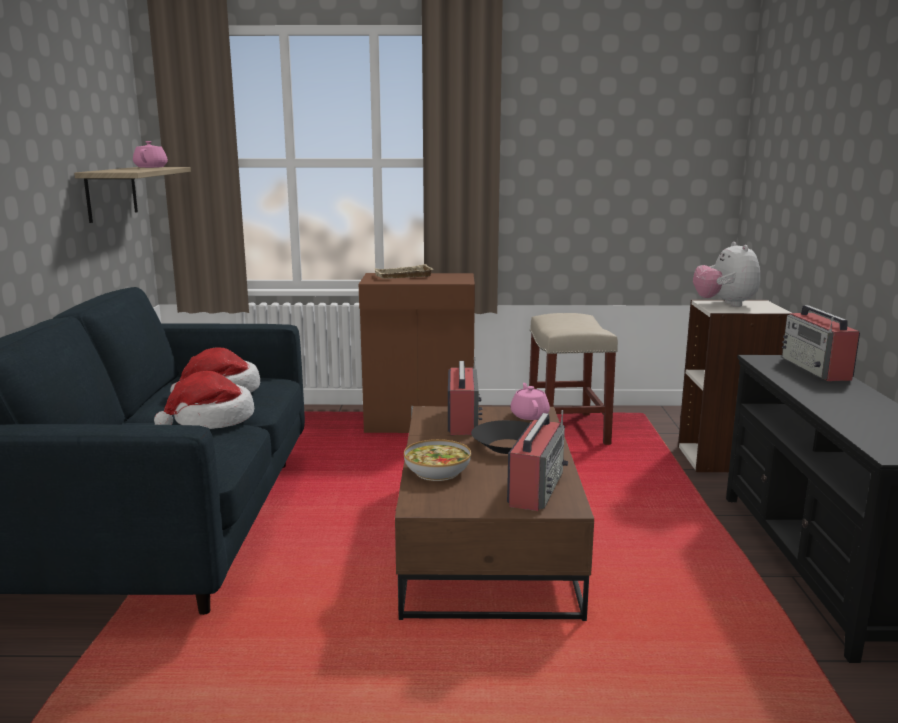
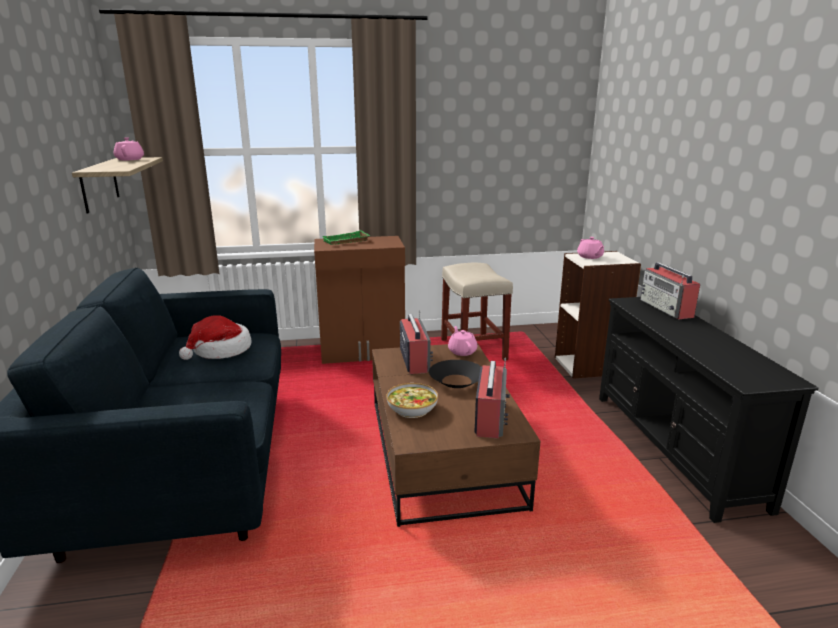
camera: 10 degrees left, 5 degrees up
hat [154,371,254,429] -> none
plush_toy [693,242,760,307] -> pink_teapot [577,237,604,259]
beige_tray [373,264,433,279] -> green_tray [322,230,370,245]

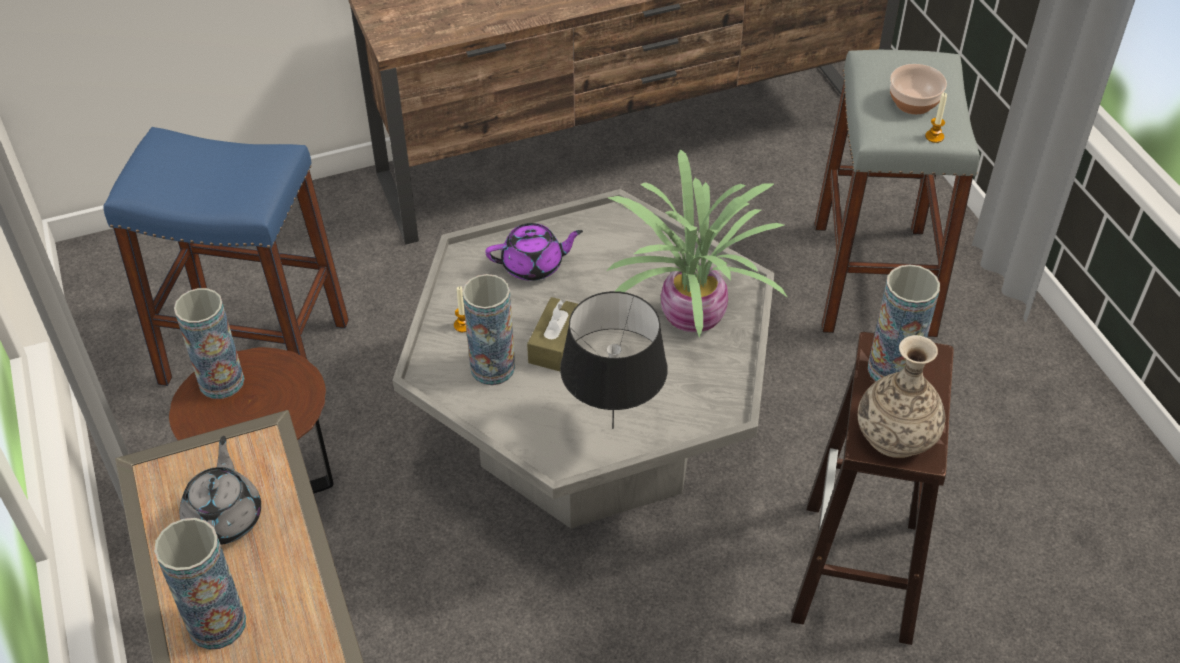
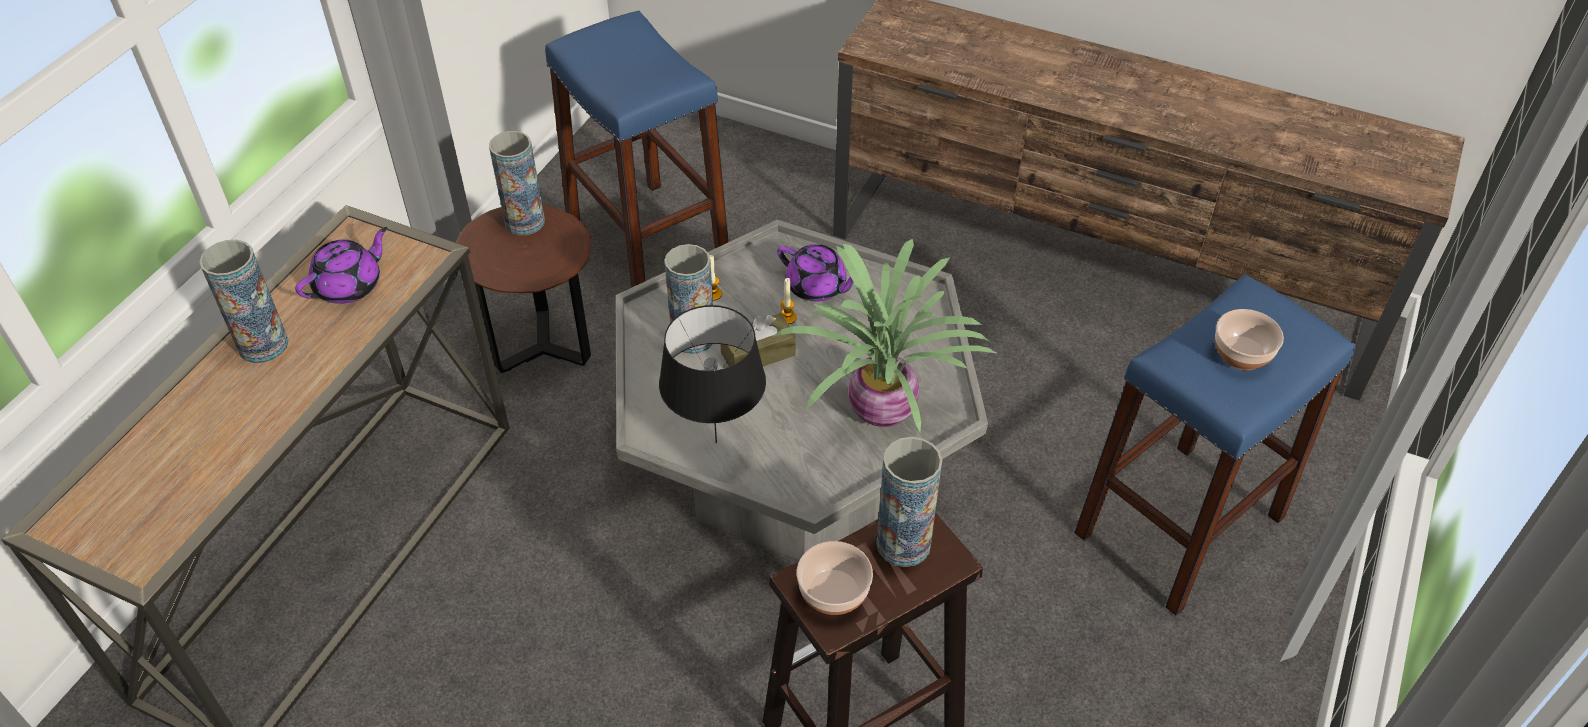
camera: 45 degrees right, 0 degrees up
candle [925,93,947,143] -> candle [780,278,797,324], shifted
vase [858,335,945,458] -> bowl [797,541,873,615]
grey_teapot [180,436,261,545] -> purple_teapot [295,227,387,304]
grey_stool [814,50,980,337] -> blue_stool [1074,274,1355,616]

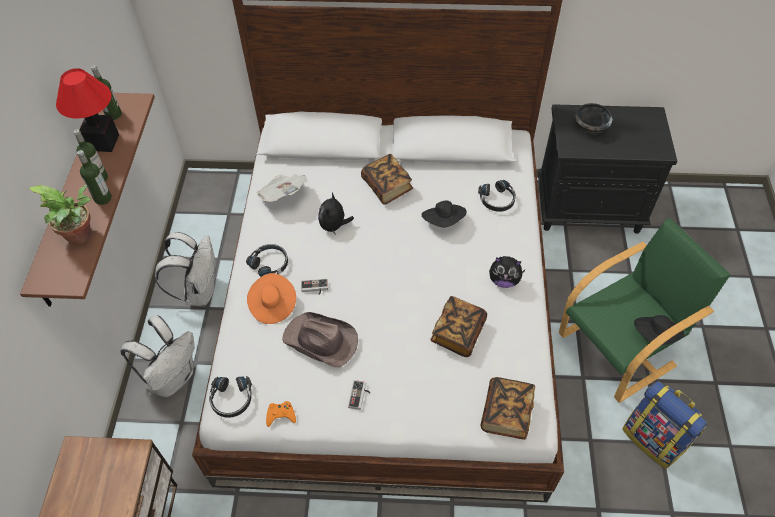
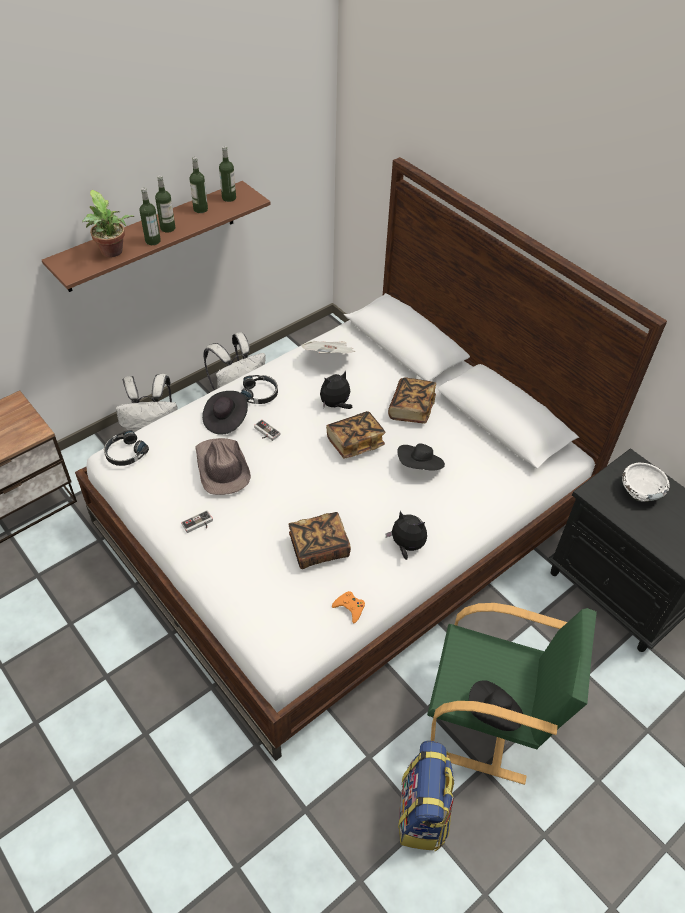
camera: 45 degrees right, 5 degrees down
black_headphones [478,180,516,212] -> none
orange_game_controller [266,401,296,427] -> orange_game_controller [332,591,365,623], shifted
book [481,377,535,440] -> book [326,411,386,459], shifted
table_lamp [56,68,119,152] -> bottle [189,157,208,213]
orange_hat [247,273,296,324] -> black_hat [202,391,248,435]
black_bowl [574,103,613,135] -> white_bowl [622,463,669,502]
plush_toy [489,256,526,288] -> plush_toy [385,511,427,560], 150 degrees clockwise

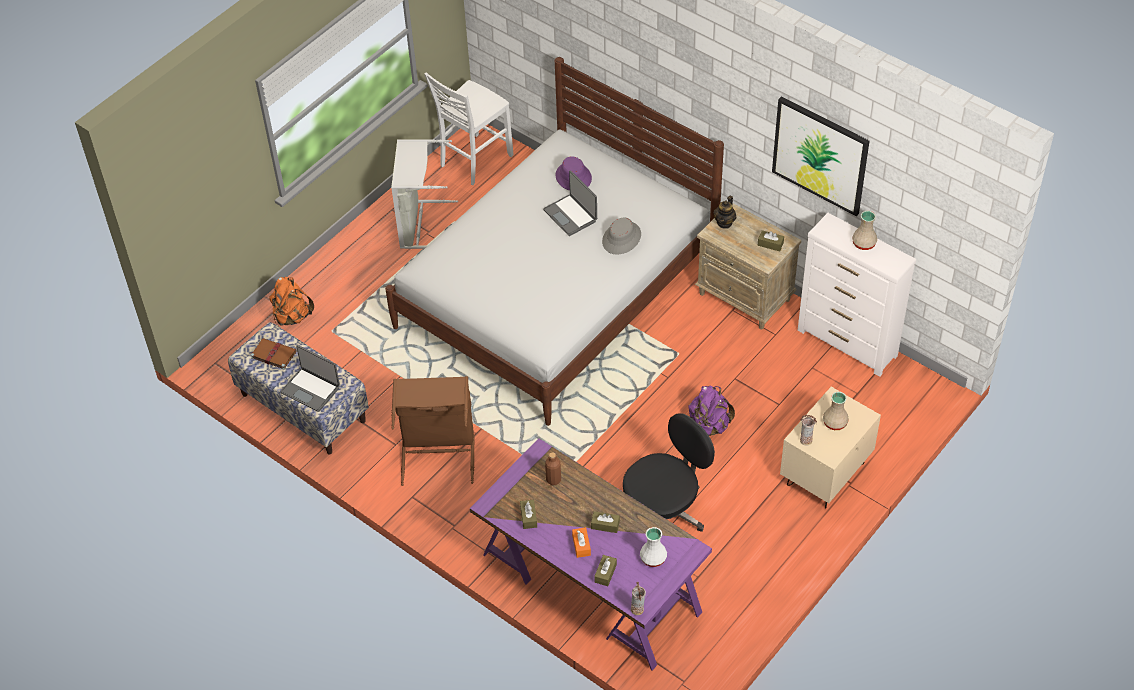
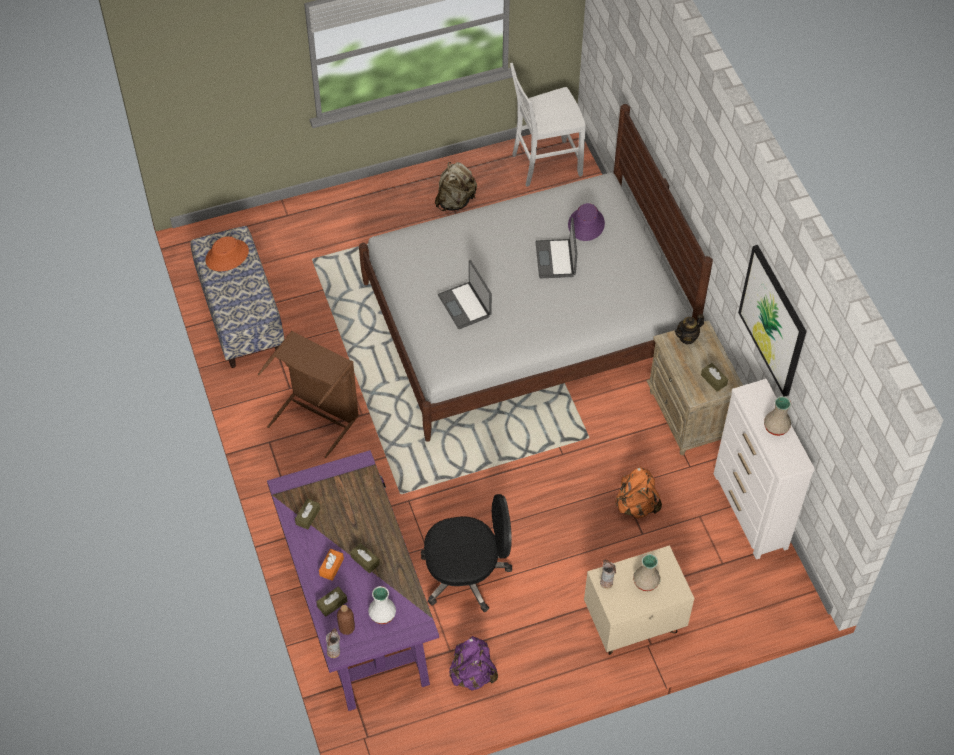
camera: 30 degrees right, 5 degrees up
grey_hat [602,218,641,255] -> none
orange_backpack [269,276,314,326] -> orange_backpack [615,466,662,519], shifted
laptop [280,345,340,412] -> laptop [438,260,492,329], shifted
brown_bottle [545,452,561,485] -> brown_bottle [337,605,355,635], shifted
purple_backpack [688,385,735,436] -> purple_backpack [449,636,498,691], shifted
brown_book [251,338,297,370] -> orange_hat [205,236,249,271]
grey_laundry_basket [391,139,458,249] -> beige_backpack [435,162,477,211]

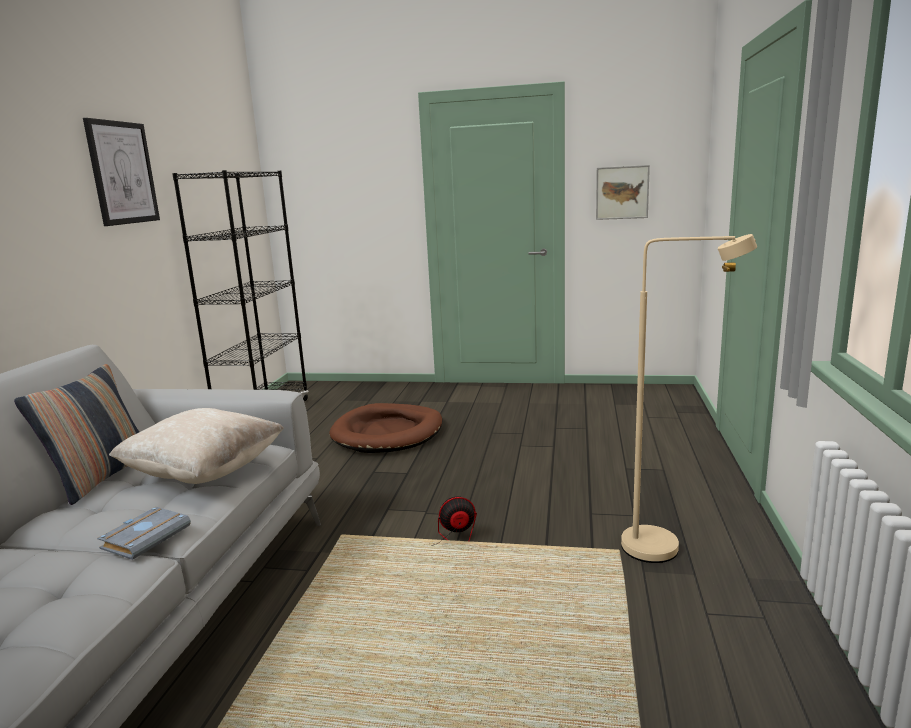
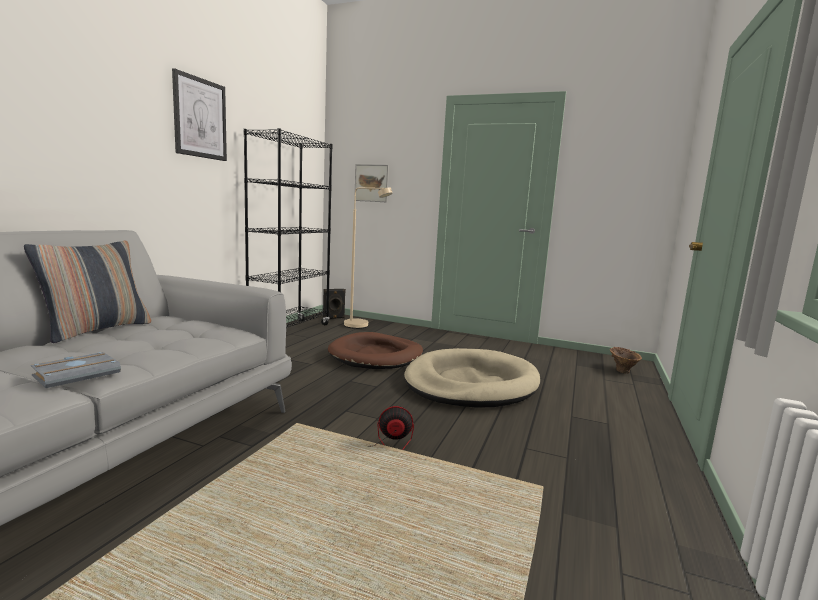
camera: 10 degrees right, 5 degrees down
beige_pillow [109,408,284,484] -> none
none -> black_speaker [323,289,346,319]
none -> beige_dog_bed [404,348,540,408]
none -> brown_vase [610,347,642,374]
picture [596,165,650,220] -> picture [354,164,389,202], shifted
beige_floor_lamp [621,234,757,563] -> beige_floor_lamp [344,187,392,329], shifted

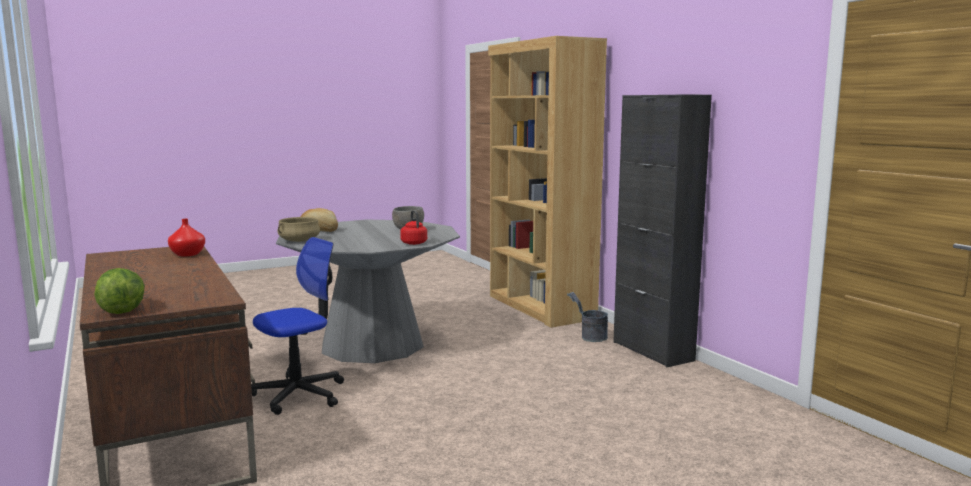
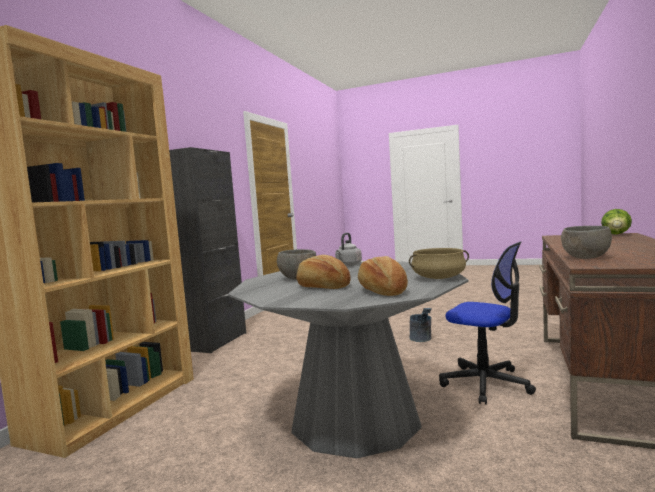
camera: 130 degrees left, 5 degrees down
none -> bread [296,255,351,289]
grey_bucket [567,292,608,342] -> grey_bucket [409,308,432,342], shifted
red_vase [168,219,205,257] -> grey_bowl [561,226,612,259]
red_kettle [400,210,427,245] -> grey_kettle [335,233,362,266]
office_chair [251,237,344,415] -> office_chair [439,241,536,405], 150 degrees counterclockwise

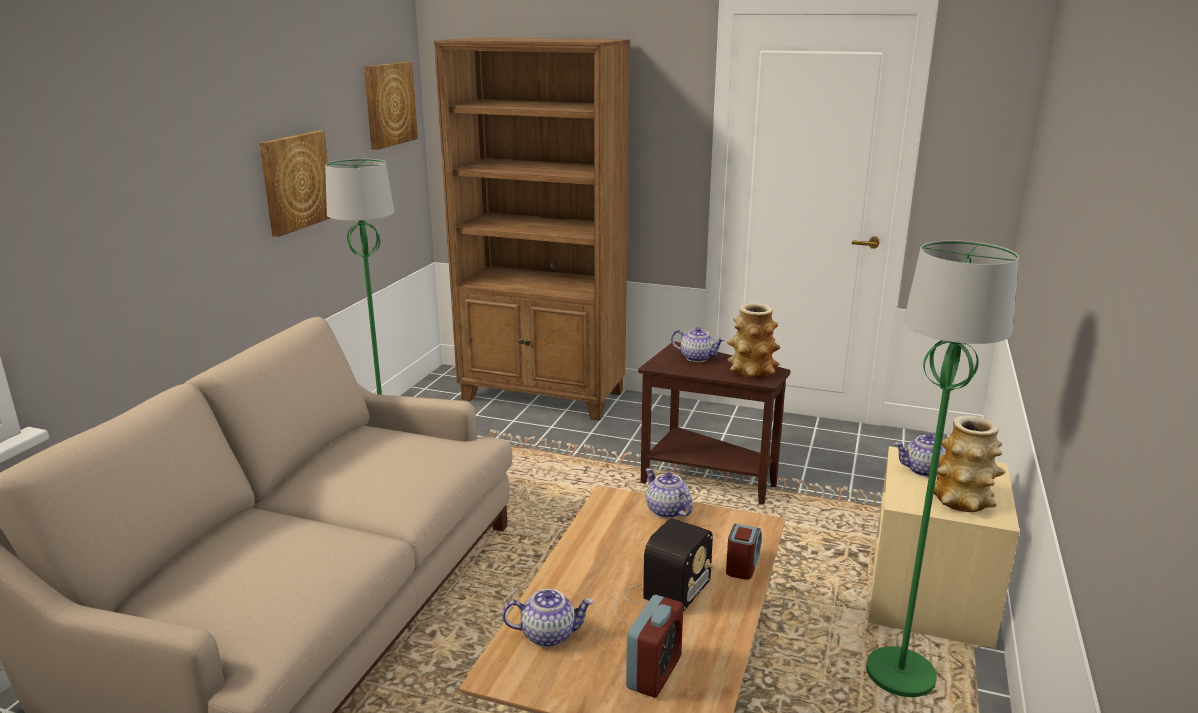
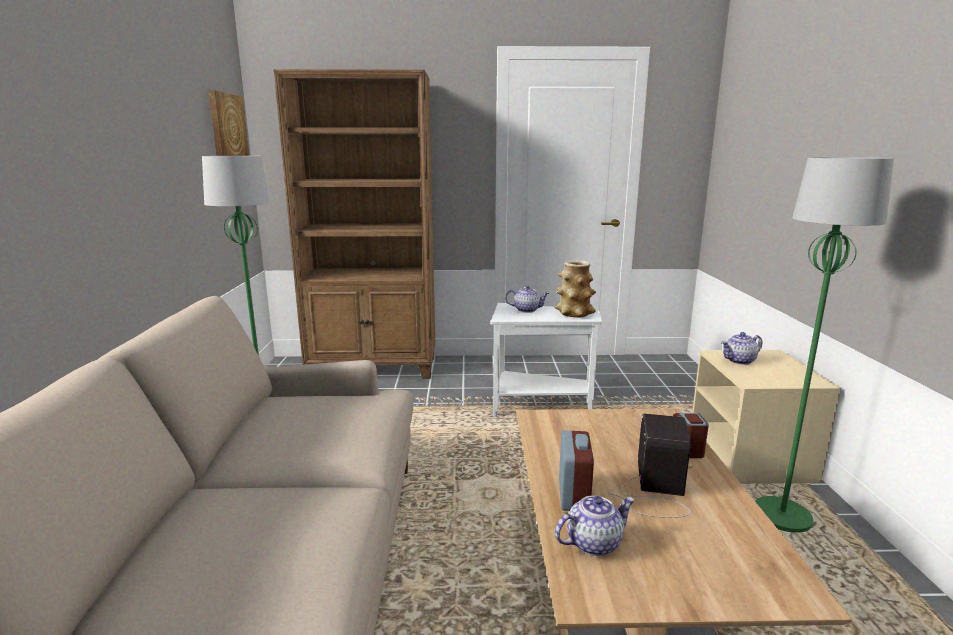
camera: 20 degrees left, 5 degrees down
picture [259,131,330,237] -> none
teapot [646,468,693,519] -> none
vase [934,415,1005,512] -> none
alarm_clock [626,595,683,698] -> alarm_clock [559,430,594,511], shifted
brown_side_table [638,341,791,505] -> white_side_table [491,303,602,417]

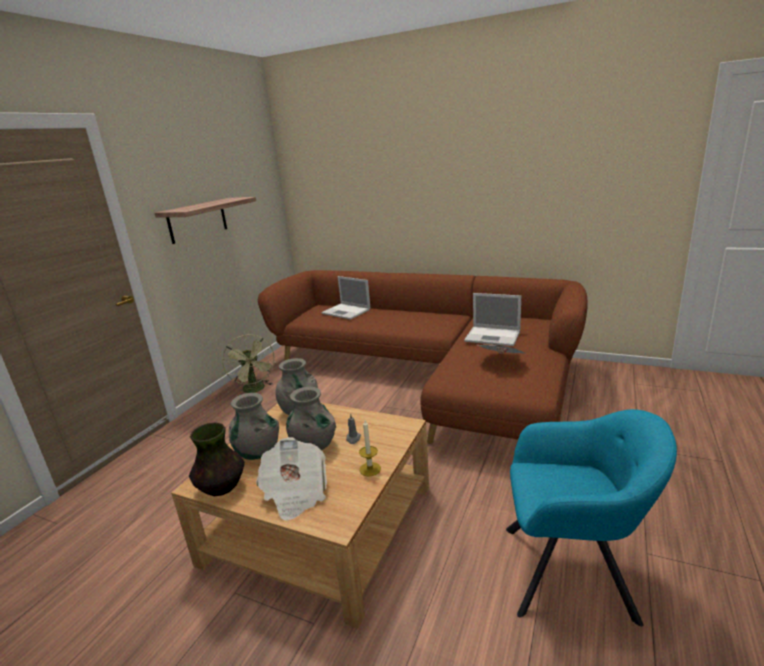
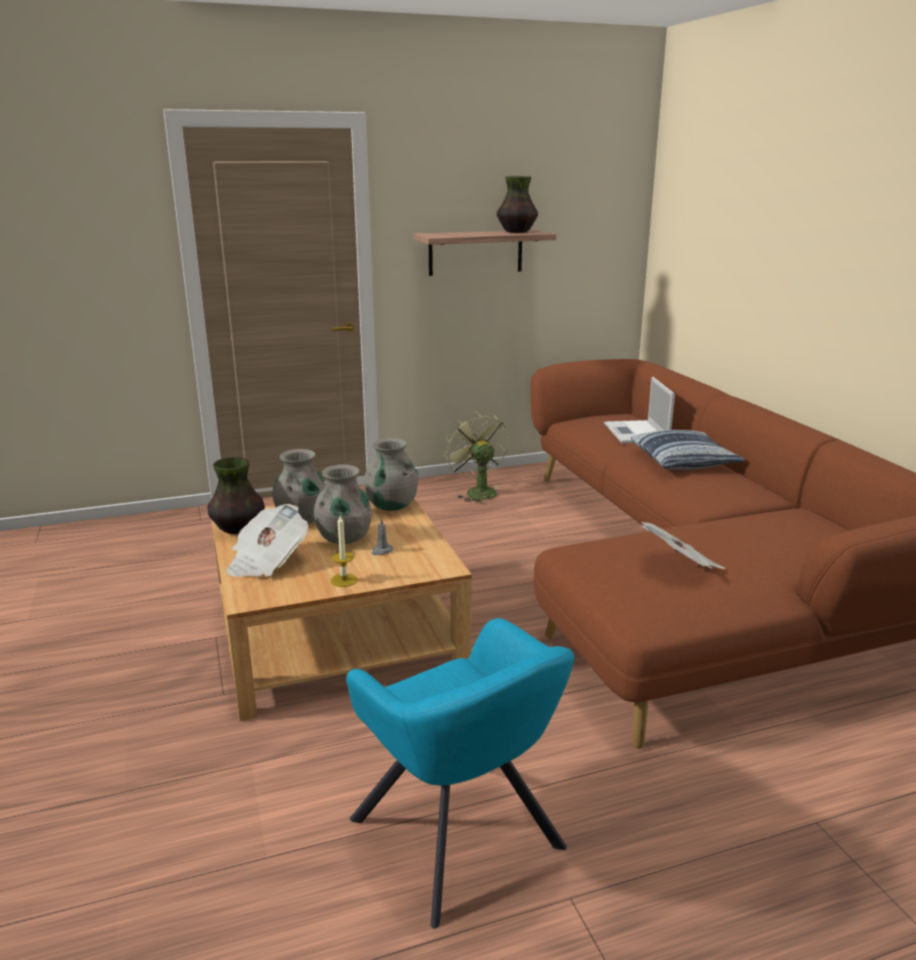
camera: 45 degrees right, 0 degrees up
laptop [464,293,521,346] -> none
none -> vase [497,176,538,233]
none -> pillow [631,430,745,470]
green_fan [222,335,276,397] -> green_fan [444,412,509,504], 135 degrees clockwise

